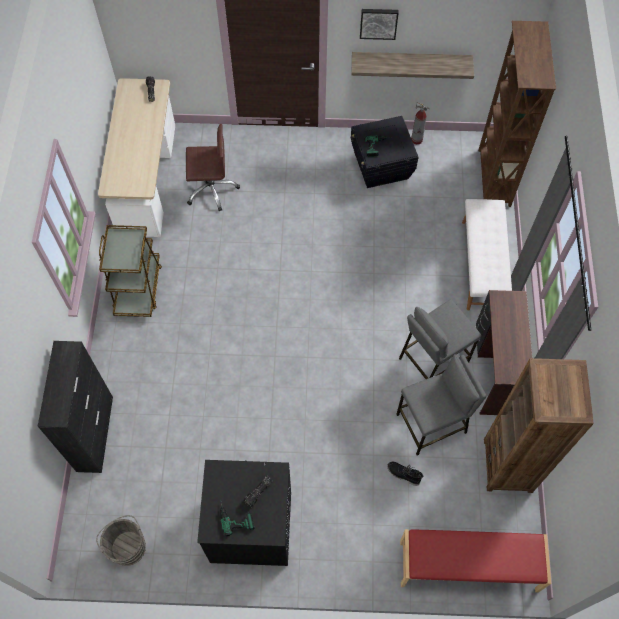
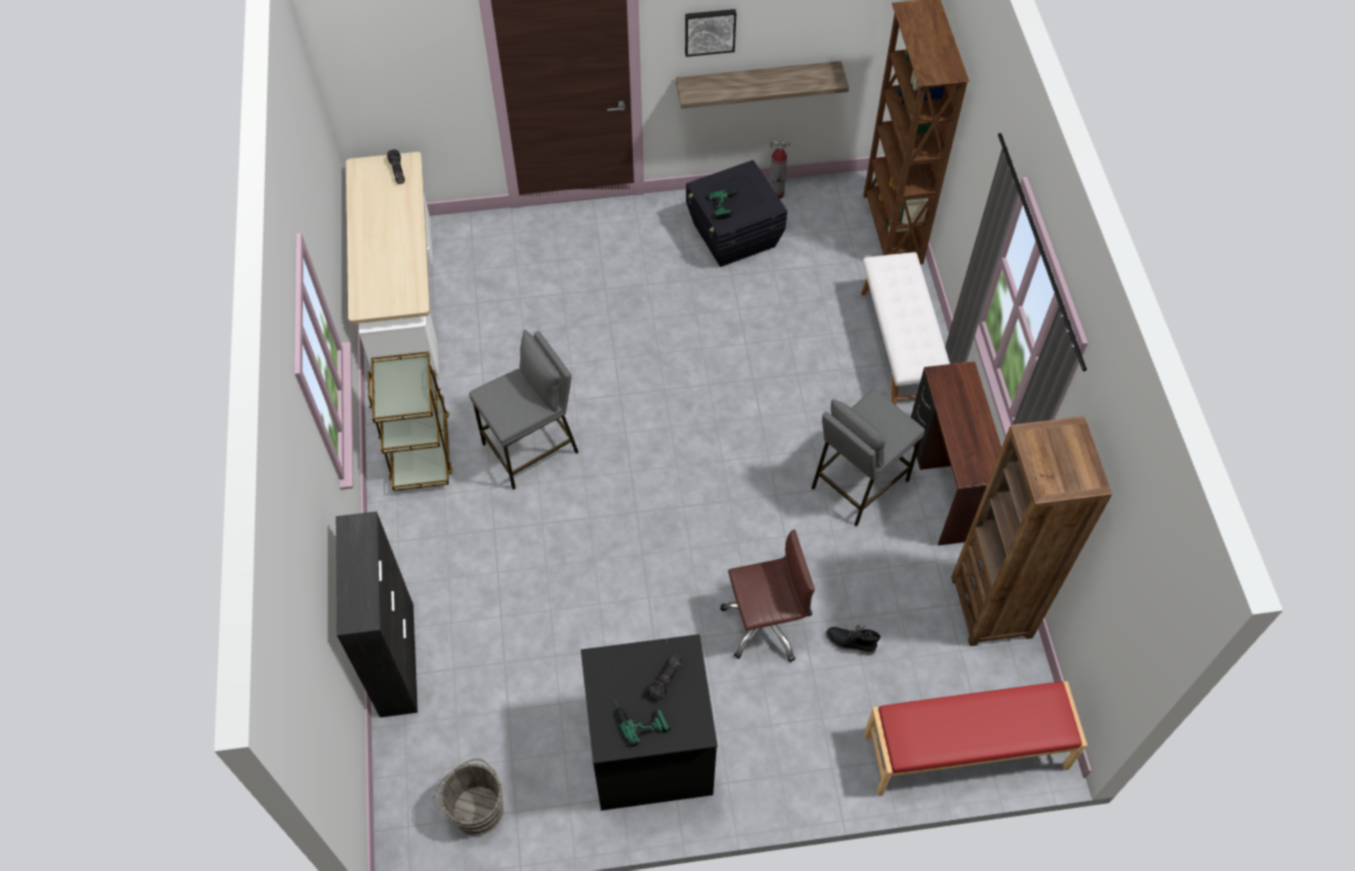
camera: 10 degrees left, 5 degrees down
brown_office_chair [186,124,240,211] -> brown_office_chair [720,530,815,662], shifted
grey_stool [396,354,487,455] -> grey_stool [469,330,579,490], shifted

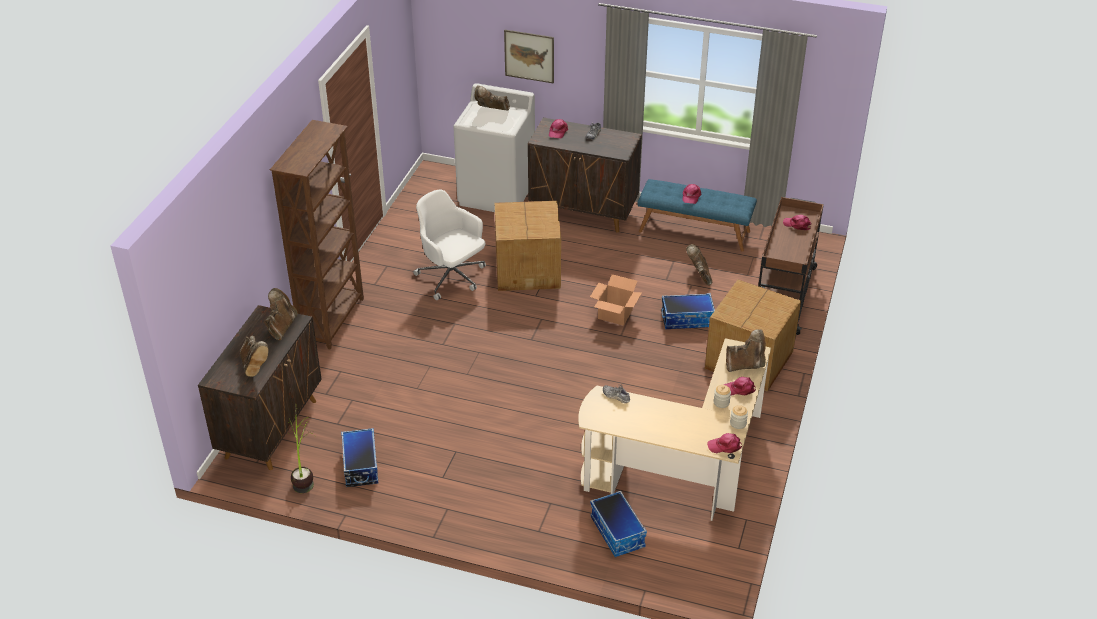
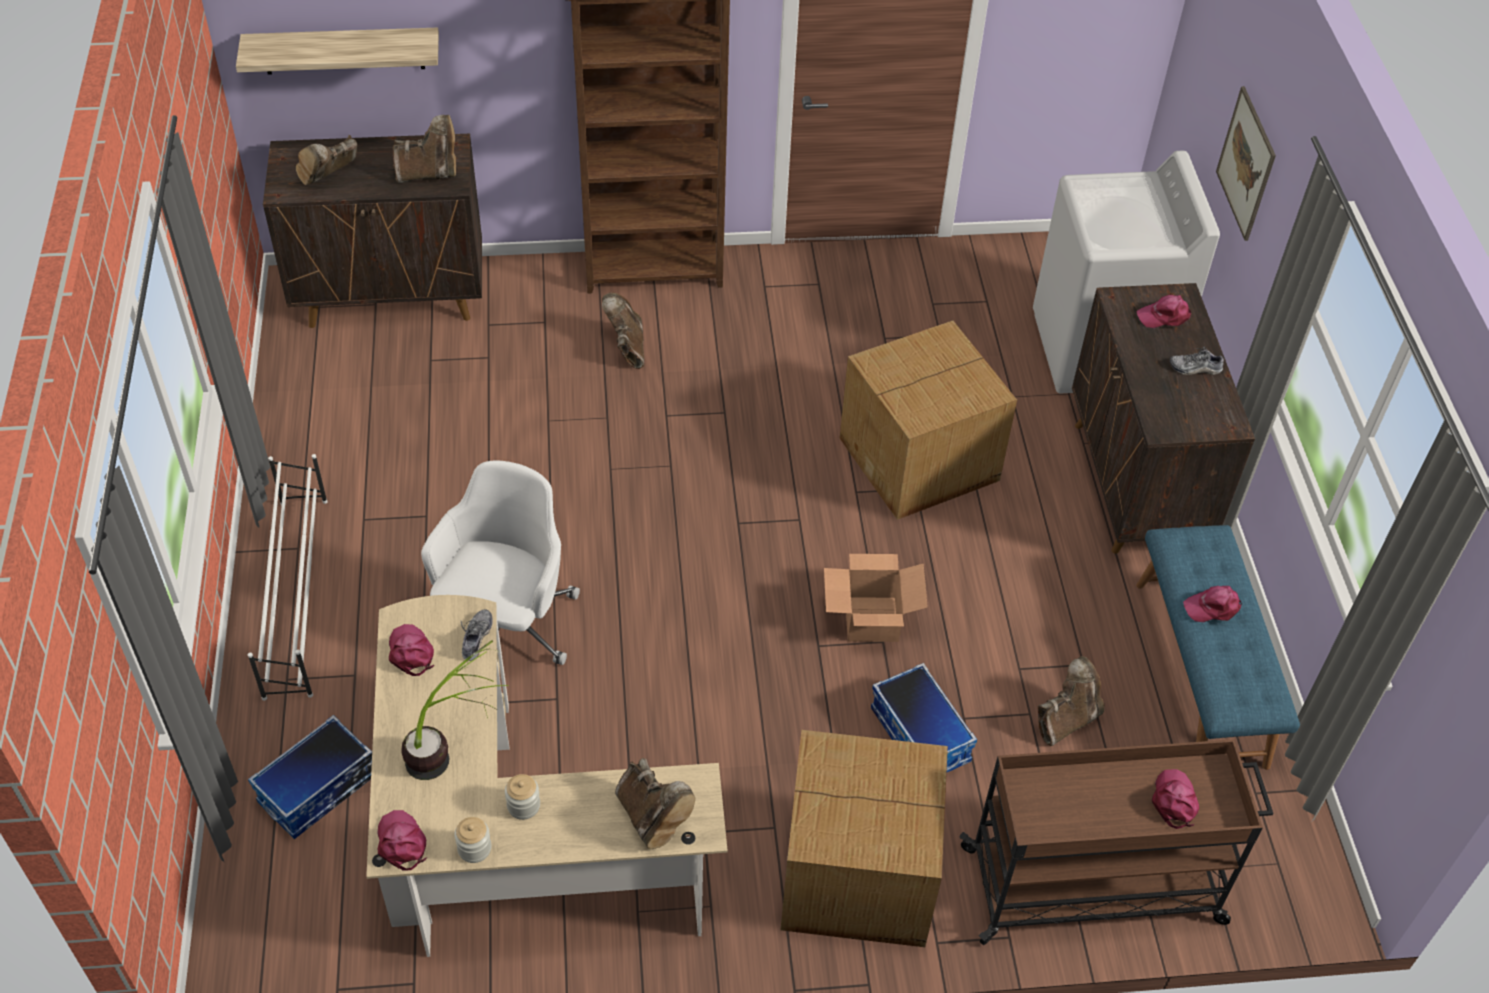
camera: 65 degrees right, 10 degrees up
storage_box [341,428,378,487] -> none
none -> shelf [236,28,439,75]
none -> white_shoe_rack [248,454,328,701]
potted_plant [288,403,314,493] -> potted_plant [401,640,509,780], shifted
white_office_chair [413,190,486,300] -> white_office_chair [421,460,580,665], shifted
brown_boot [475,85,510,111] -> brown_boot [602,292,644,369], shifted
pink_cap [724,377,756,396] -> pink_cap [389,624,434,676], shifted

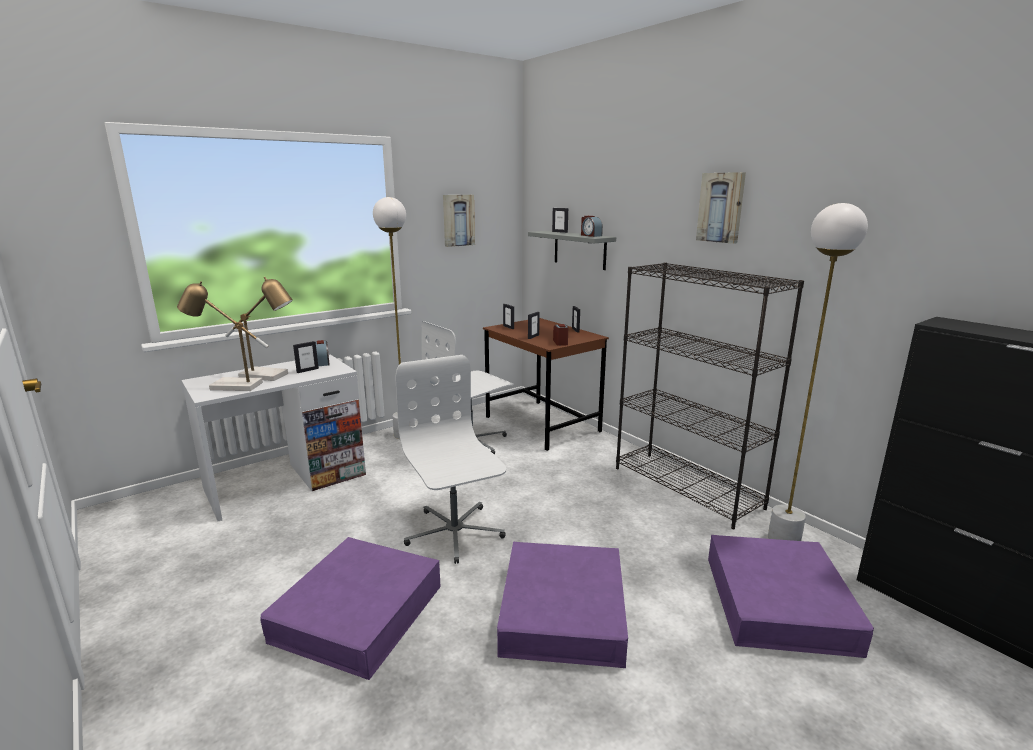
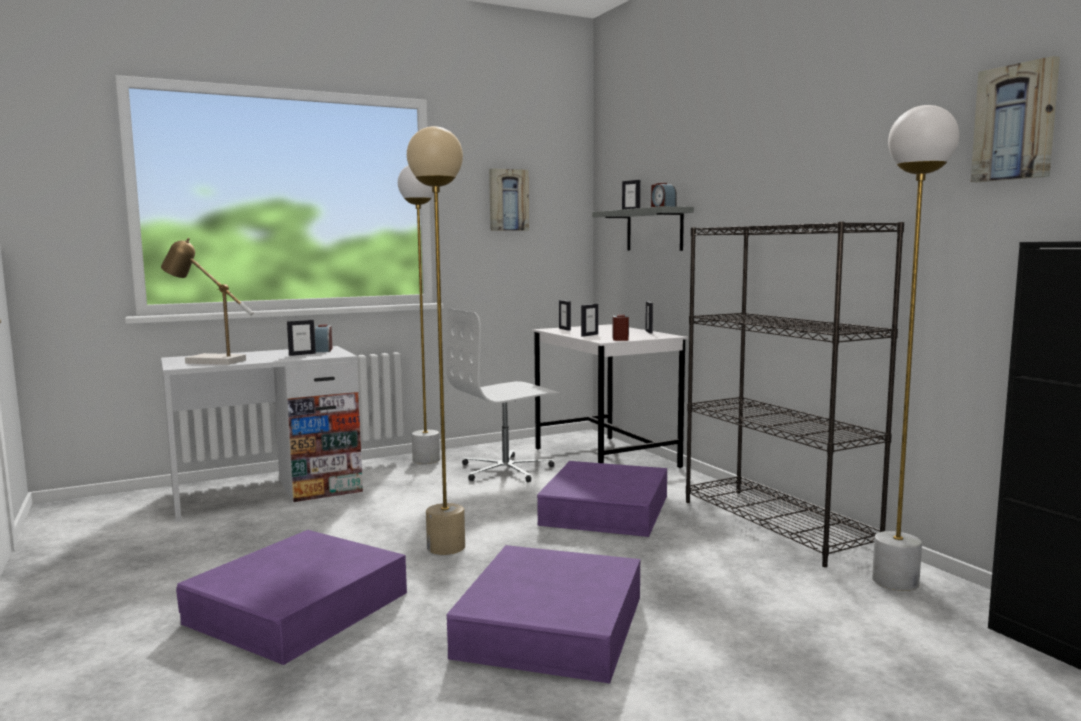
camera: 10 degrees right, 10 degrees down
table_lamp [225,277,293,381] -> none
picture [696,172,746,244] -> picture [971,56,1060,182], shifted
purple_storage_box [708,535,874,658] -> purple_storage_box [537,461,667,537], shifted
white_office_chair [396,355,506,564] -> beige_floor_lamp [407,126,465,555]
brown_desk [483,318,609,451] -> white_desk [533,324,688,468]

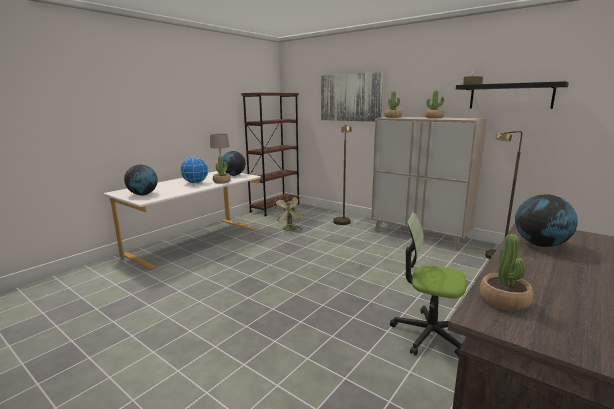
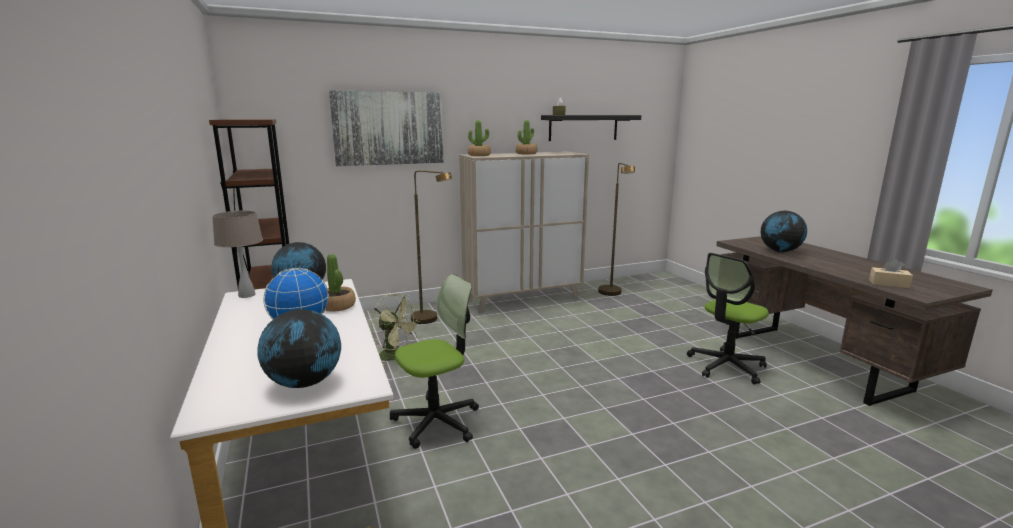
camera: 60 degrees left, 0 degrees up
none -> office_chair [390,274,479,449]
potted_plant [479,234,533,311] -> beige_tissue_box [869,259,913,288]

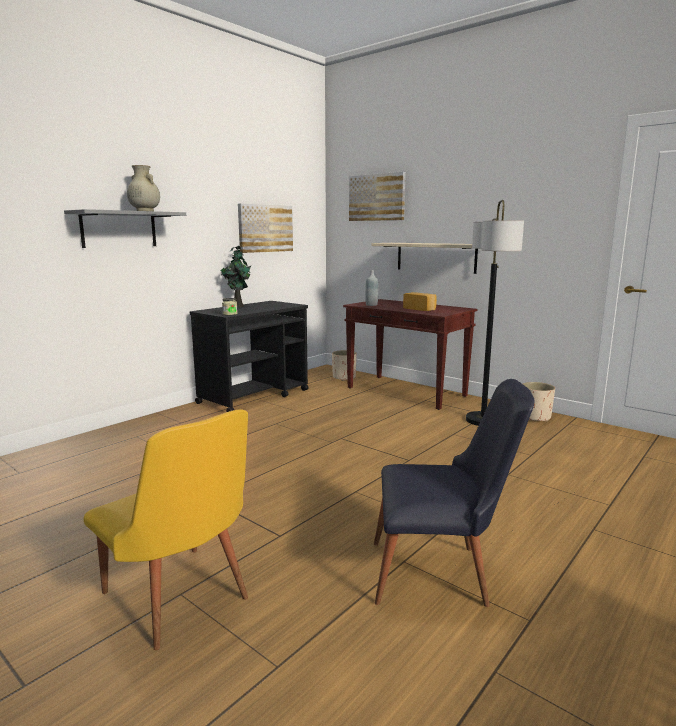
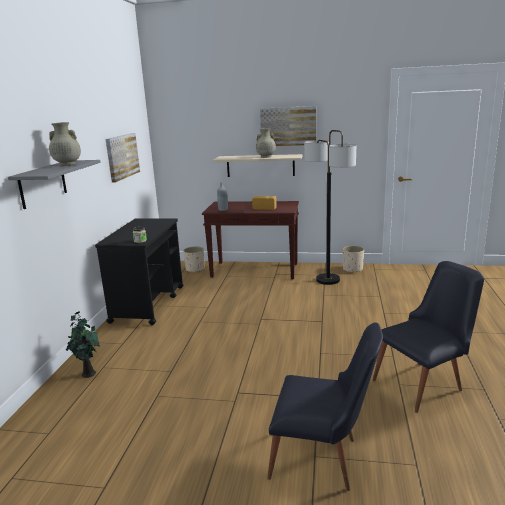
camera: 30 degrees left, 5 degrees up
none -> beige_vase [256,128,276,158]
potted_plant [221,246,251,307] -> potted_plant [66,311,100,378], shifted
picture [349,172,406,221] -> picture [260,106,316,146], shifted
yellow_chair [84,409,248,650] -> black_chair [267,322,383,491]

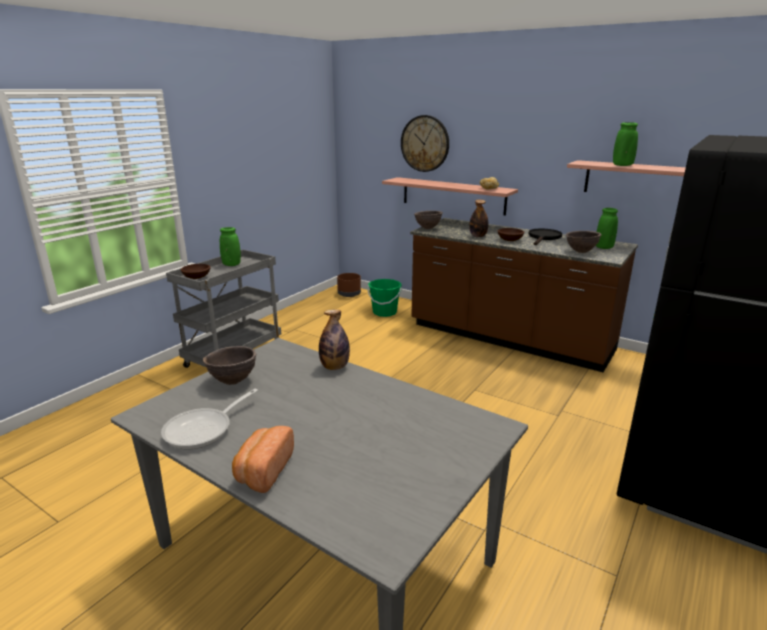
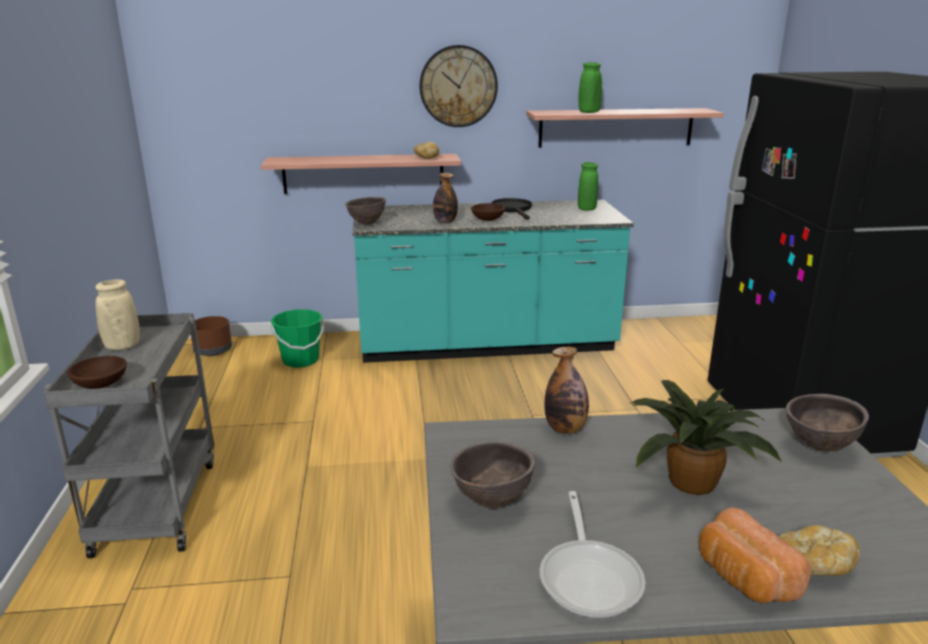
camera: 40 degrees left, 0 degrees up
none -> potted_plant [629,380,782,495]
none -> bread [779,525,860,576]
wall_clock [401,115,449,172] -> wall_clock [419,45,498,127], shifted
brown_bowl [566,231,601,253] -> brown_bowl [786,394,869,452], shifted
green_vase [220,227,241,266] -> beige_vase [95,279,140,350]
brown_counter [410,218,638,372] -> turquoise_counter [353,200,634,363]

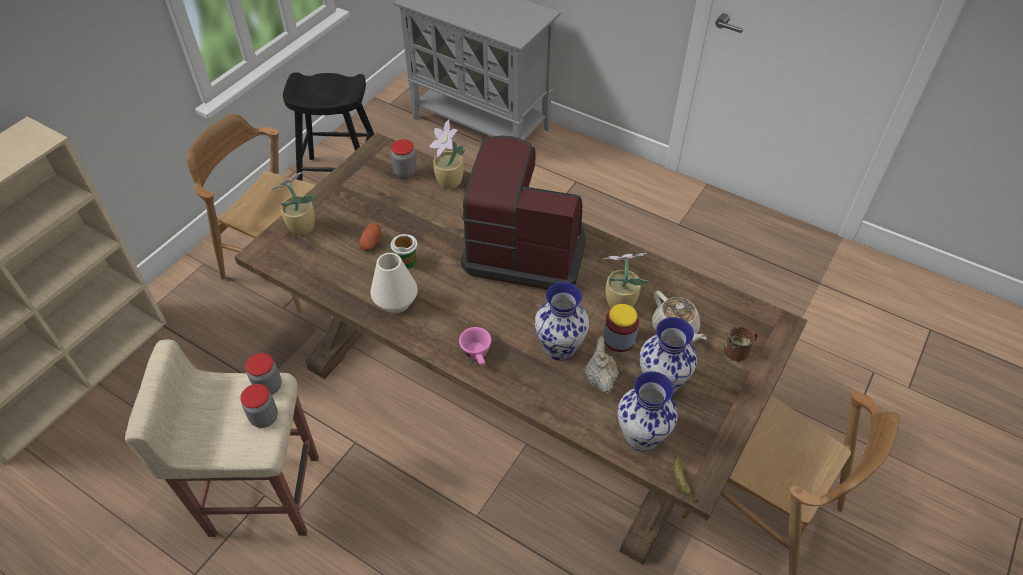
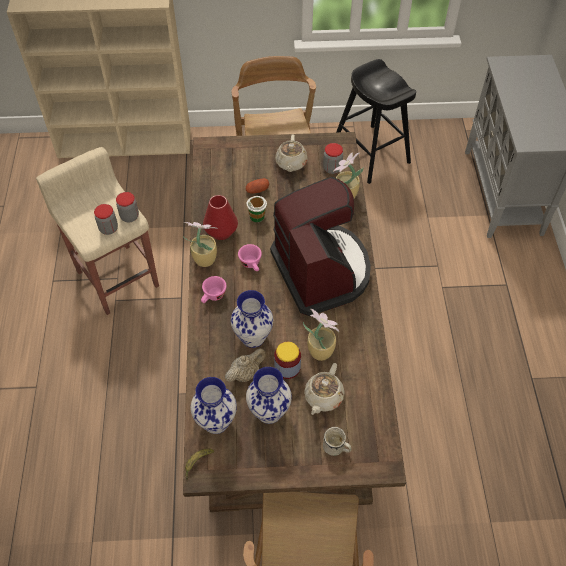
camera: 55 degrees right, 5 degrees up
none -> pink_cup [238,244,262,271]
none -> beige_teapot [275,135,308,172]
potted_plant [268,172,316,235] -> potted_plant [183,222,218,267], shifted
white_vase [370,253,418,313] -> red_vase [203,195,238,240]
brown_mug [724,326,757,361] -> white_mug [323,427,352,456]

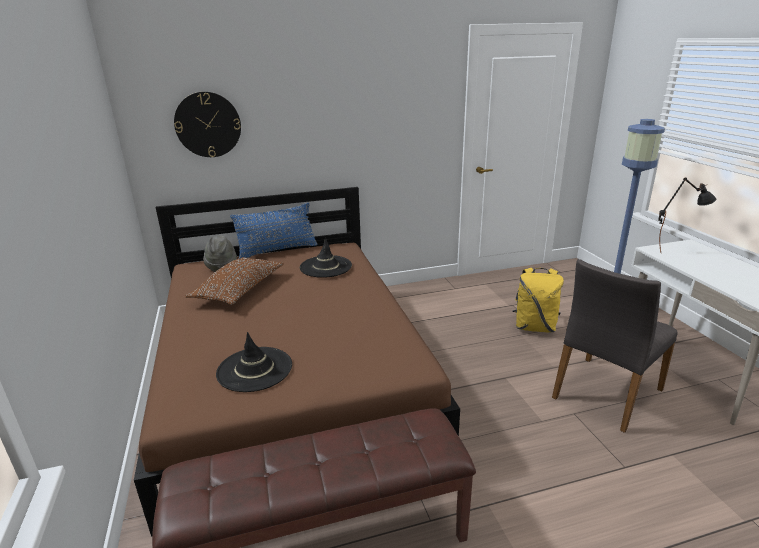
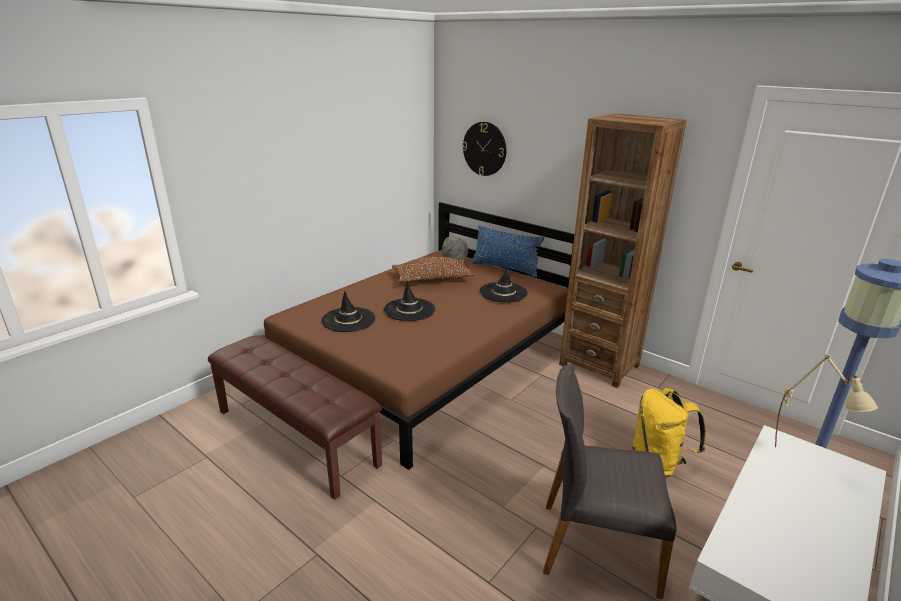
camera: 55 degrees right, 0 degrees up
none -> black_hat [384,281,435,321]
none -> brown_bookcase [559,113,687,388]
black_table_lamp [658,178,716,254] -> beige_table_lamp [775,354,878,448]

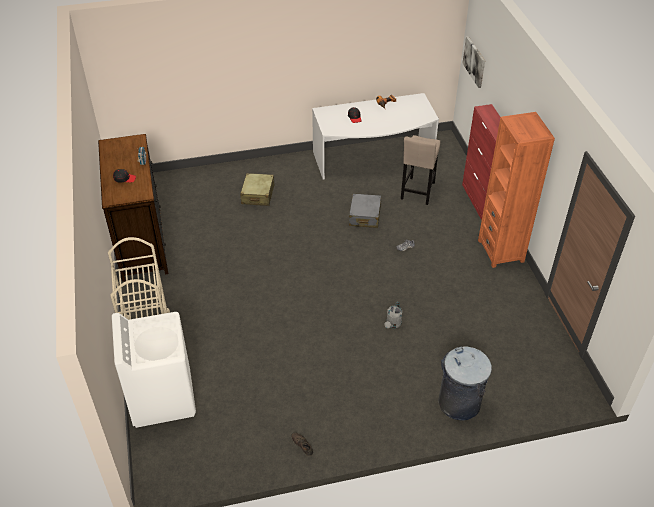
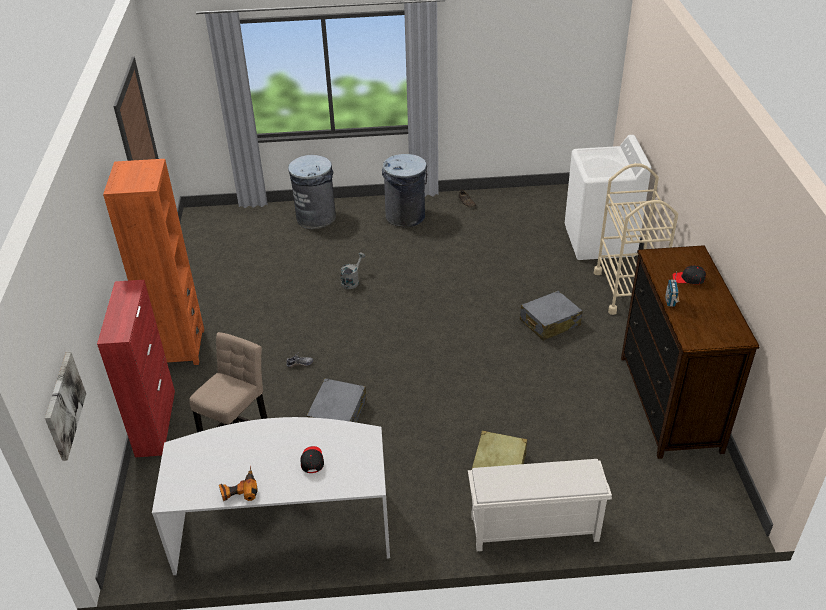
camera: 170 degrees left, 5 degrees down
none -> grey_trash_can [382,154,427,228]
none -> white_shoe_rack [468,459,612,551]
none -> grey_suitcase [520,291,583,341]

